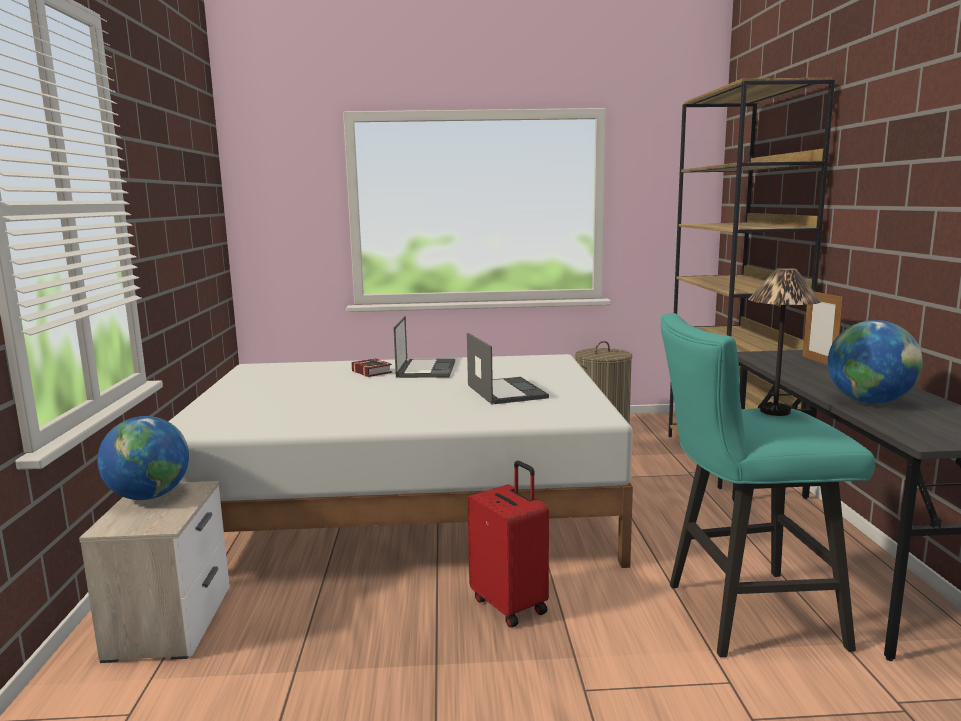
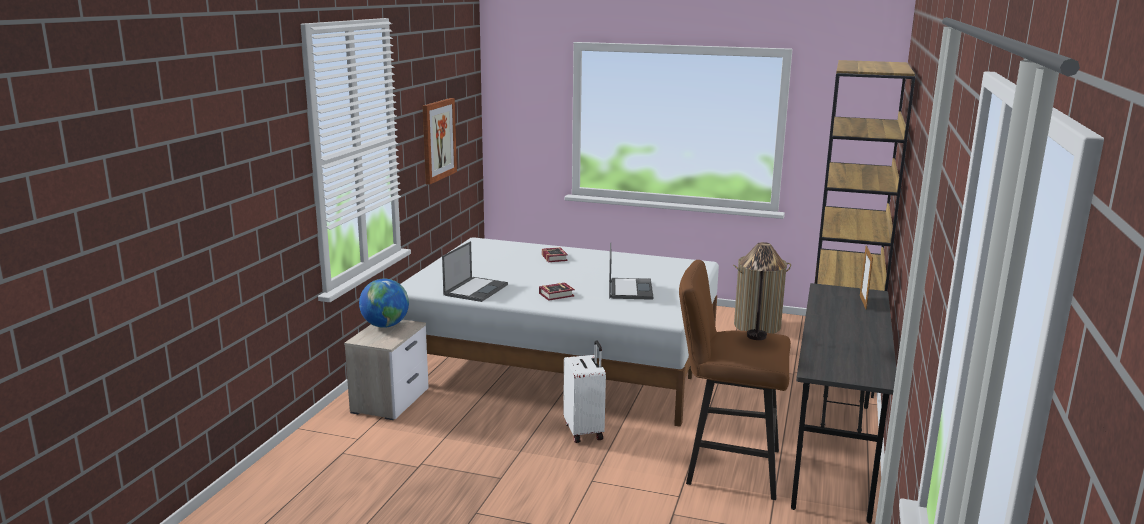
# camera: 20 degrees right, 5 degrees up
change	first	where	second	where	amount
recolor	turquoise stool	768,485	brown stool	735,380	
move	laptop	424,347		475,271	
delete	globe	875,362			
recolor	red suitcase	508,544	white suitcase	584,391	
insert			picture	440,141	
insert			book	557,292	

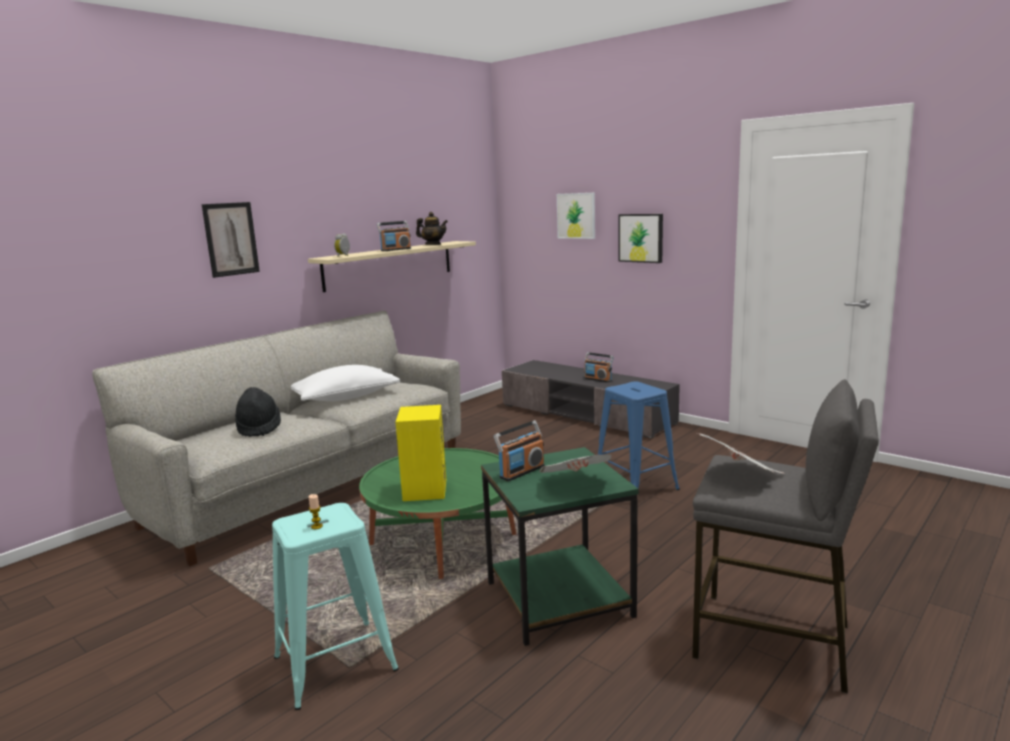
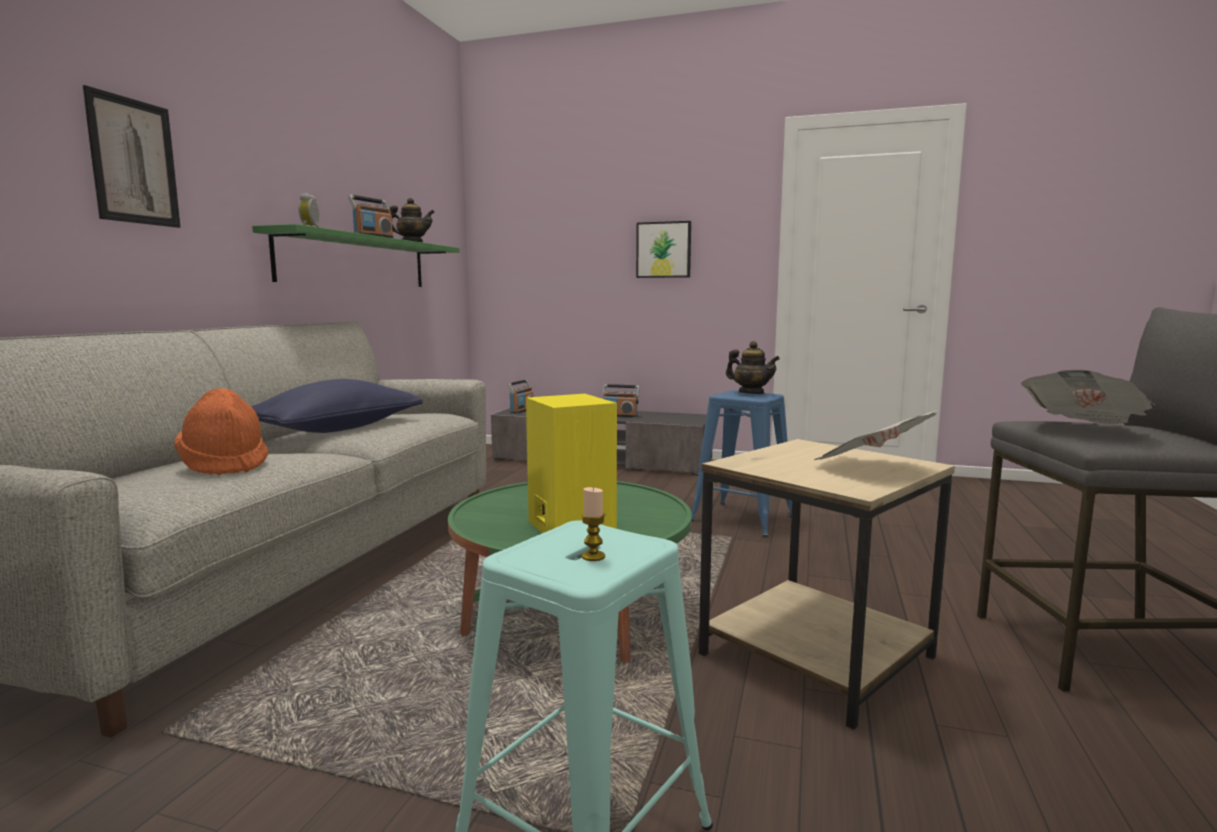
# camera: 25 degrees left, 5 degrees down
change	first	where	second	where	amount
delete	picture	576,216			
recolor	beige shelf	392,266	green shelf	356,255	
recolor	white pillow	345,383	blue pillow	337,406	
recolor	black hat	258,412	orange hat	221,431	
move	radio	519,450		520,396	
recolor	green side table	560,546	beige side table	827,584	
insert			teapot	753,367	

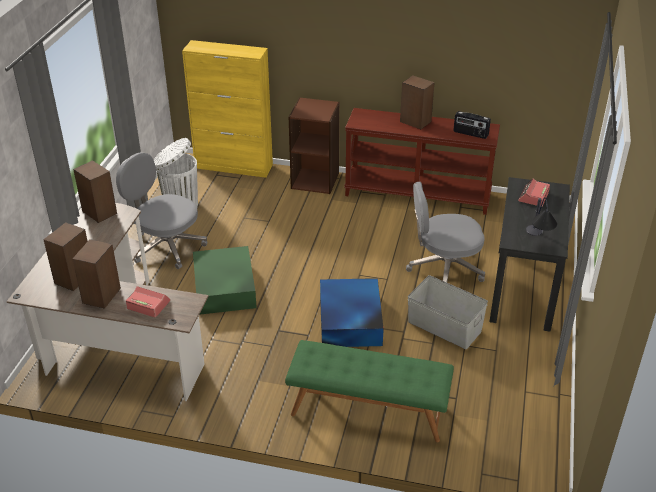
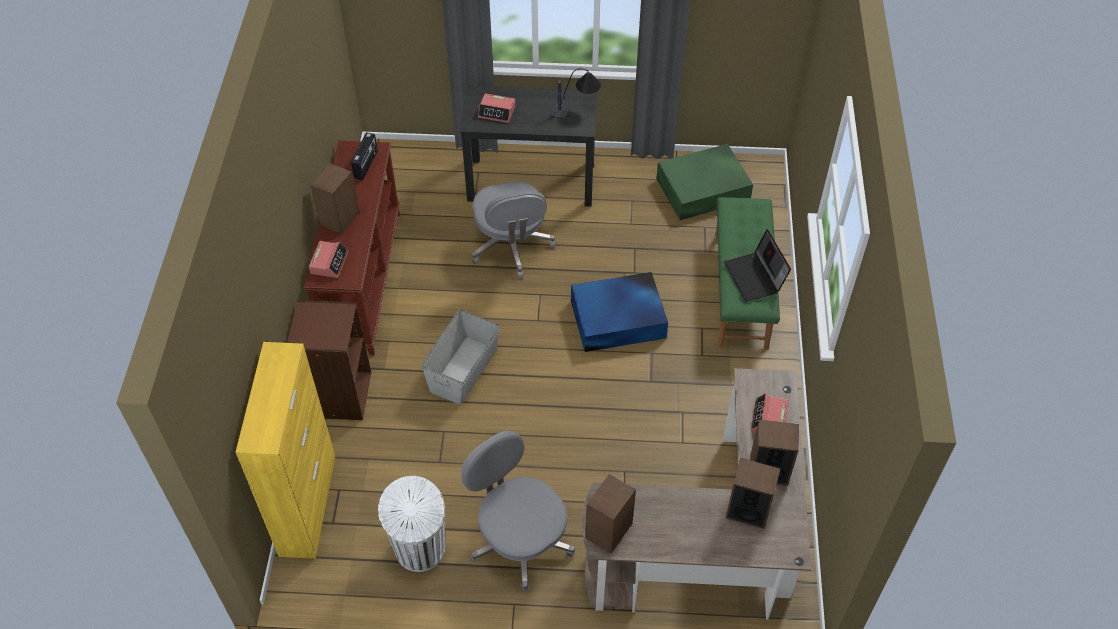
# camera: 100 degrees left, 15 degrees up
change	first	where	second	where	amount
rotate	grey office chair	161,210		518,511	120 degrees clockwise
move	green storage box	225,280		704,182	
move	grey storage box	448,312		460,357	
insert			laptop	757,265	
insert			alarm clock	329,259	

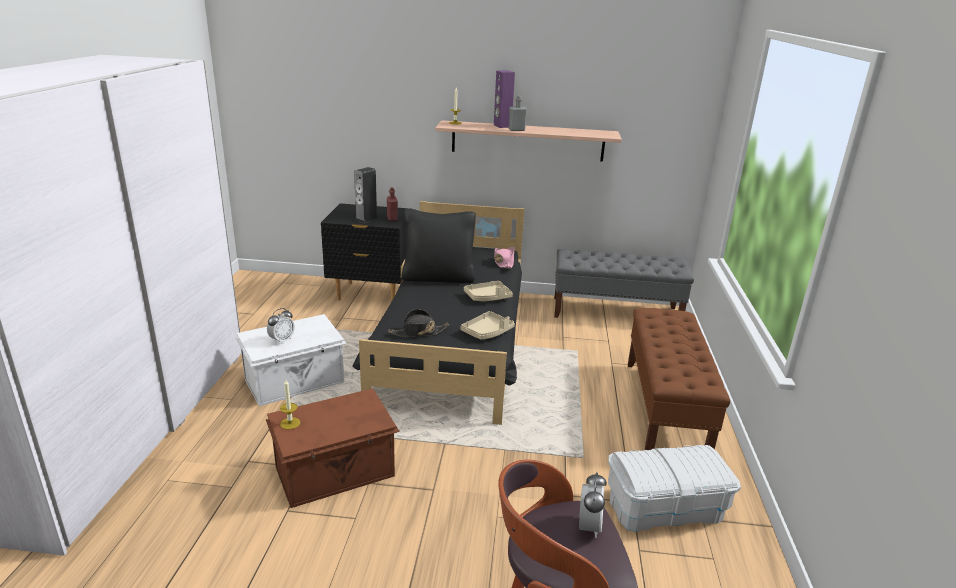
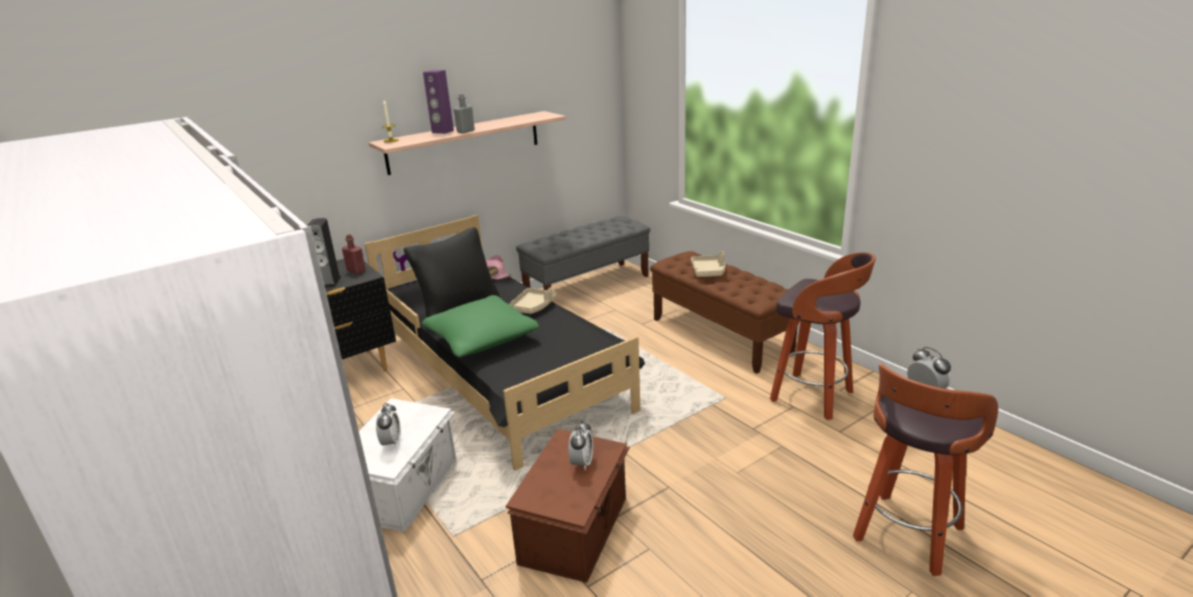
# camera: 40 degrees left, 0 degrees up
change	first	where	second	where	amount
delete	black hat	418,323			
move	beige tray	487,325		708,264	
delete	candle	290,405			
replace	white storage box	674,488	stool	823,336	
insert			green pillow	480,326	
insert			alarm clock	580,445	

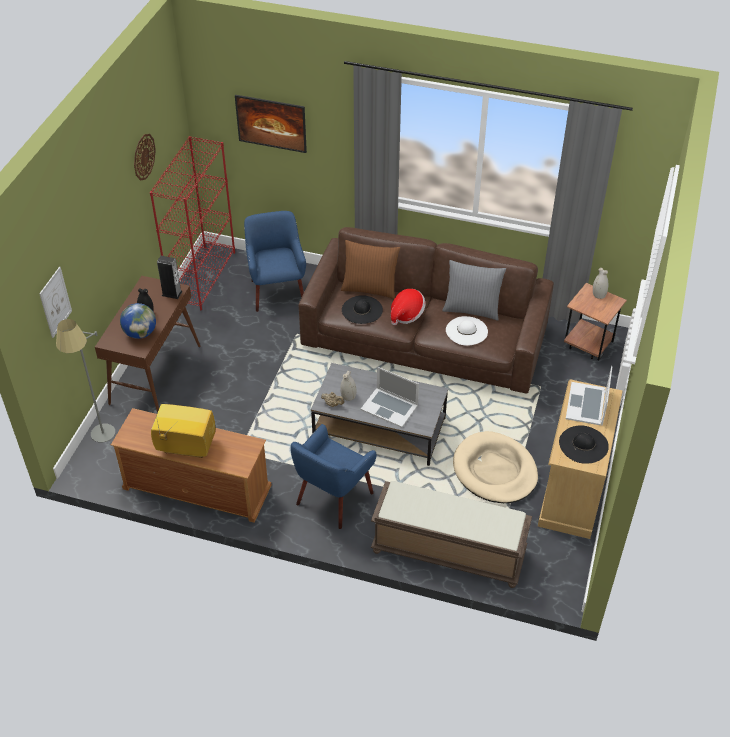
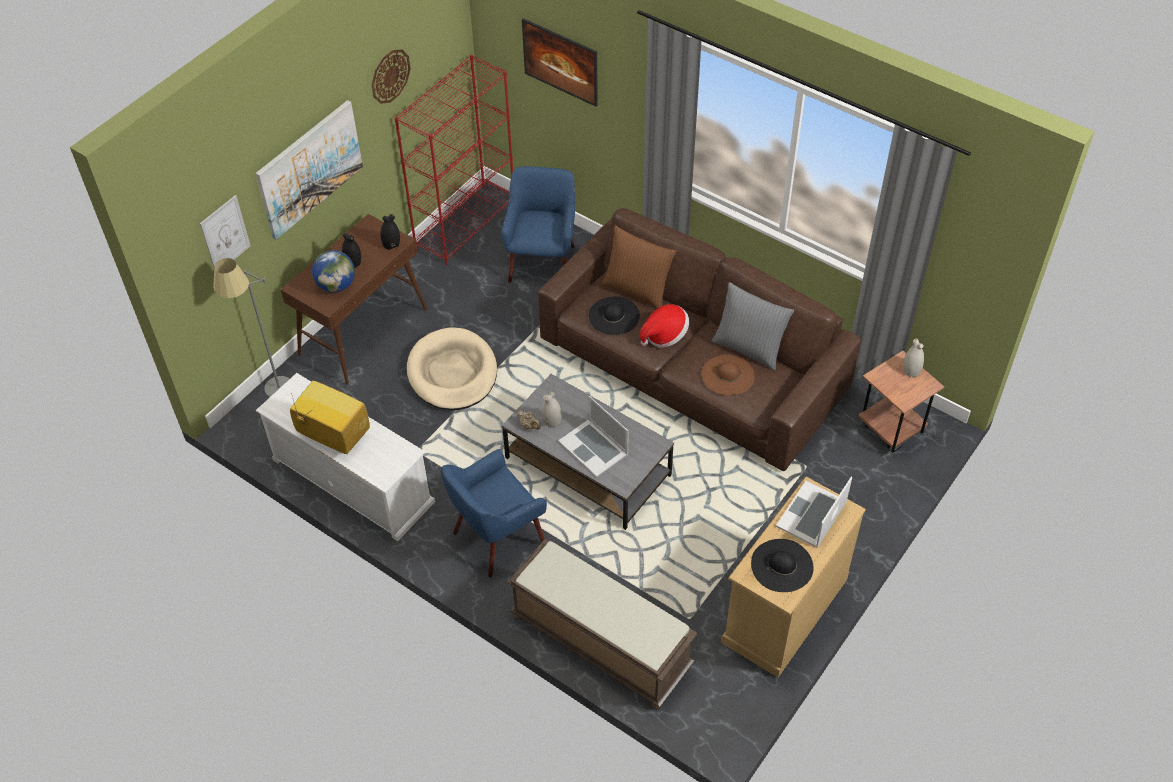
# camera: 20 degrees right, 5 degrees up
change	first	where	second	where	amount
replace	speaker	170,277	black vase	390,232	
recolor	white hat	467,331	brown hat	728,374	
recolor	brown tv stand	191,465	white tv stand	345,457	
move	beige dog bed	495,467		452,369	
insert			picture	309,170	

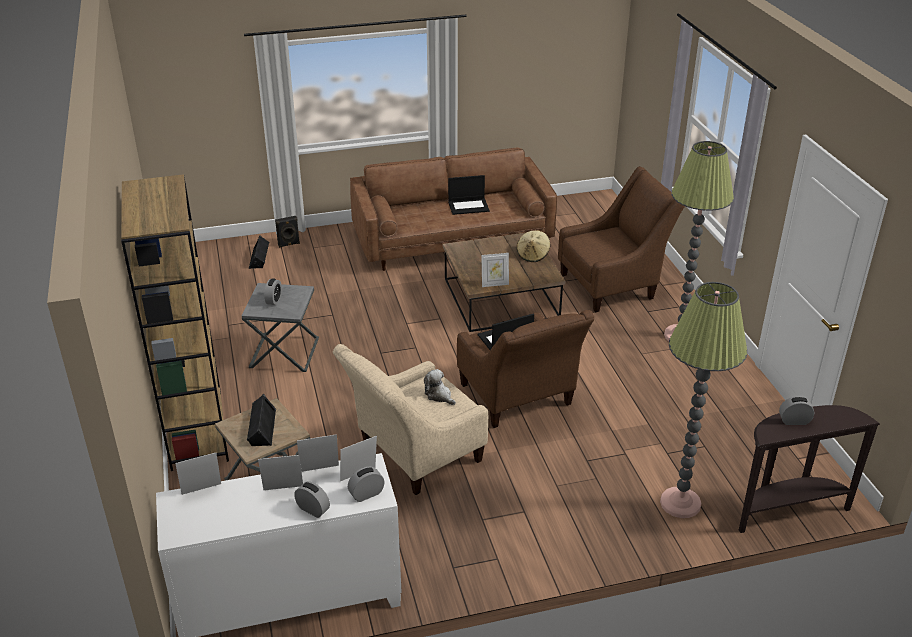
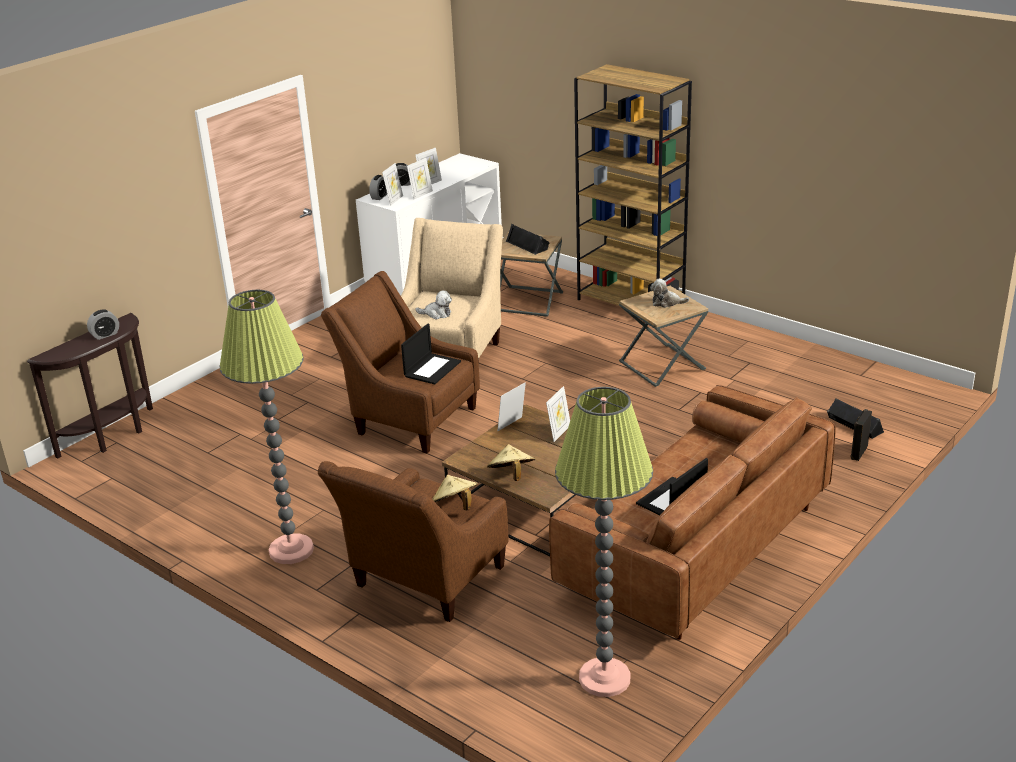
# camera: 145 degrees right, 5 degrees down
change	first	where	second	where	amount
replace	alarm clock	273,291	plush toy	669,293	
move	floor lamp	703,400		604,542	
recolor	grey side table	280,327	brown side table	663,336	
move	picture frame	198,474		558,414	
insert			beige hat	455,493	

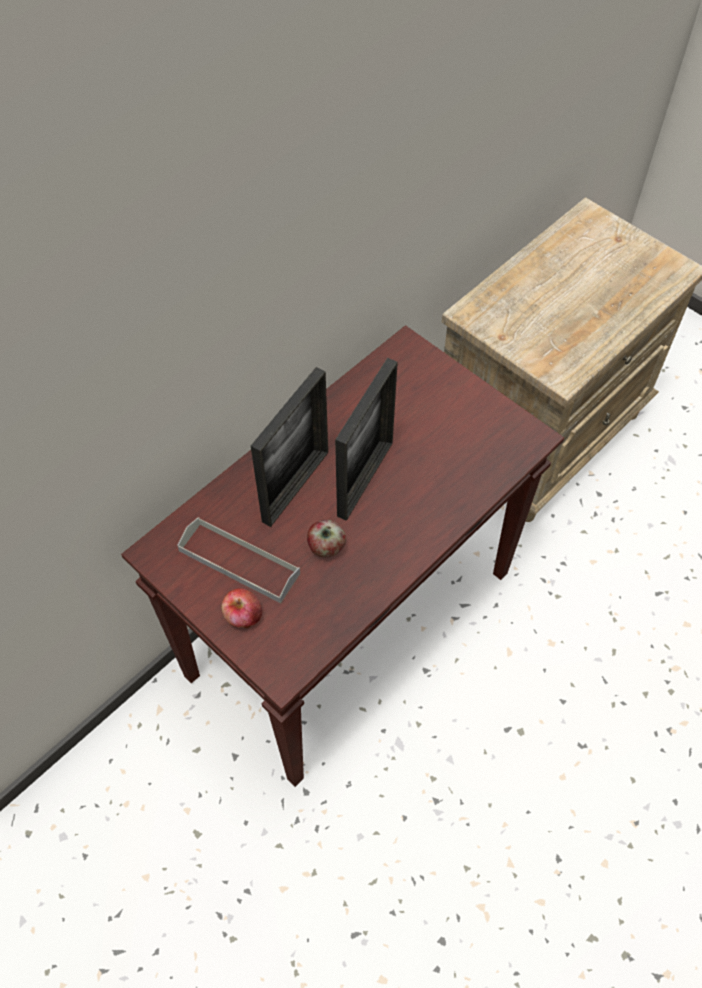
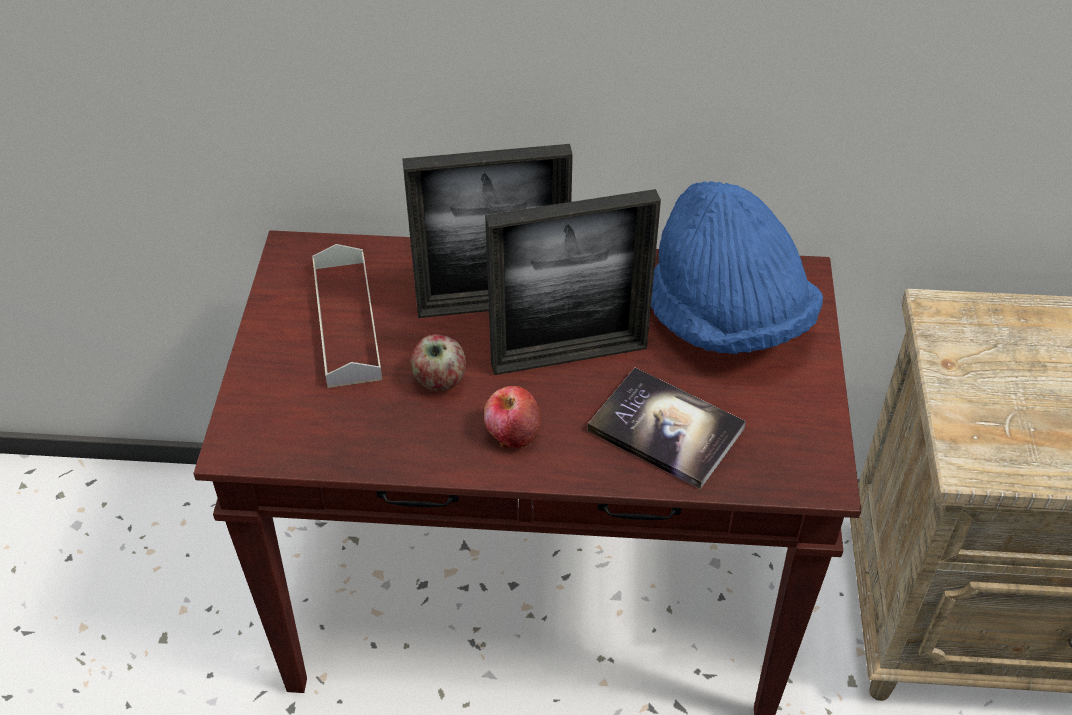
# camera: 50 degrees right, 10 degrees down
change	first	where	second	where	amount
move	apple	241,609		512,417	
insert			blue hat	737,267	
insert			book	666,428	

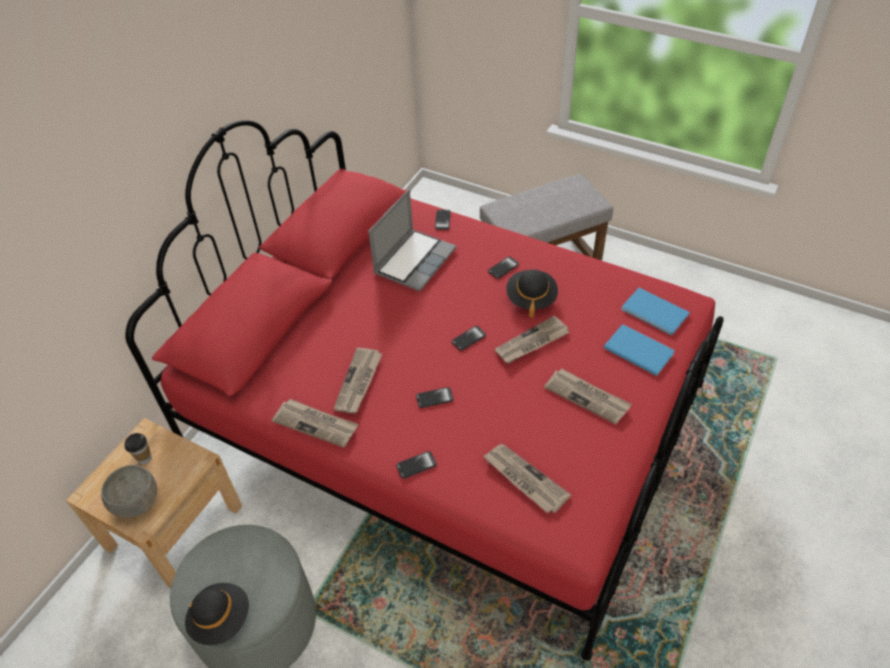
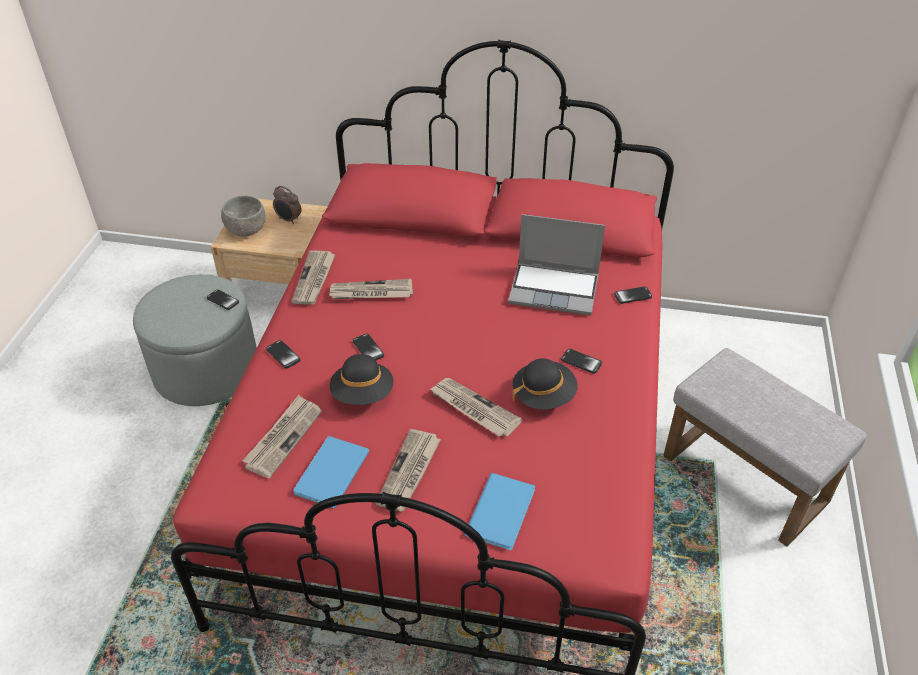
# camera: 70 degrees right, 5 degrees down
change	first	where	second	where	amount
move	blue book	656,311		331,472	
move	phone	469,338		223,300	
replace	cup	138,448	alarm clock	287,205	
move	black hat	217,614		362,379	

